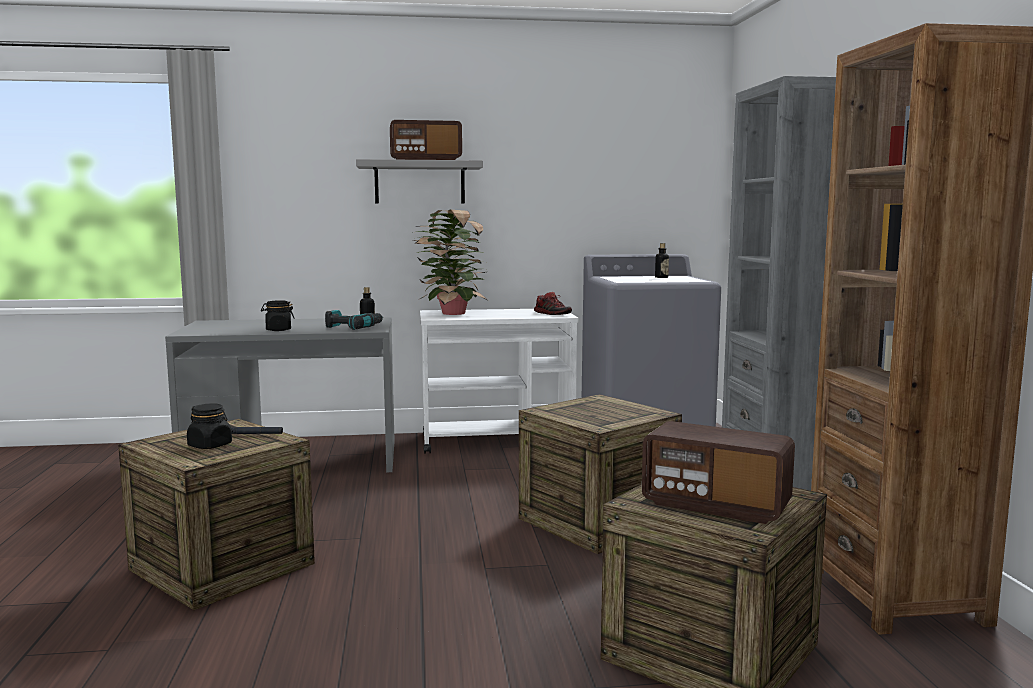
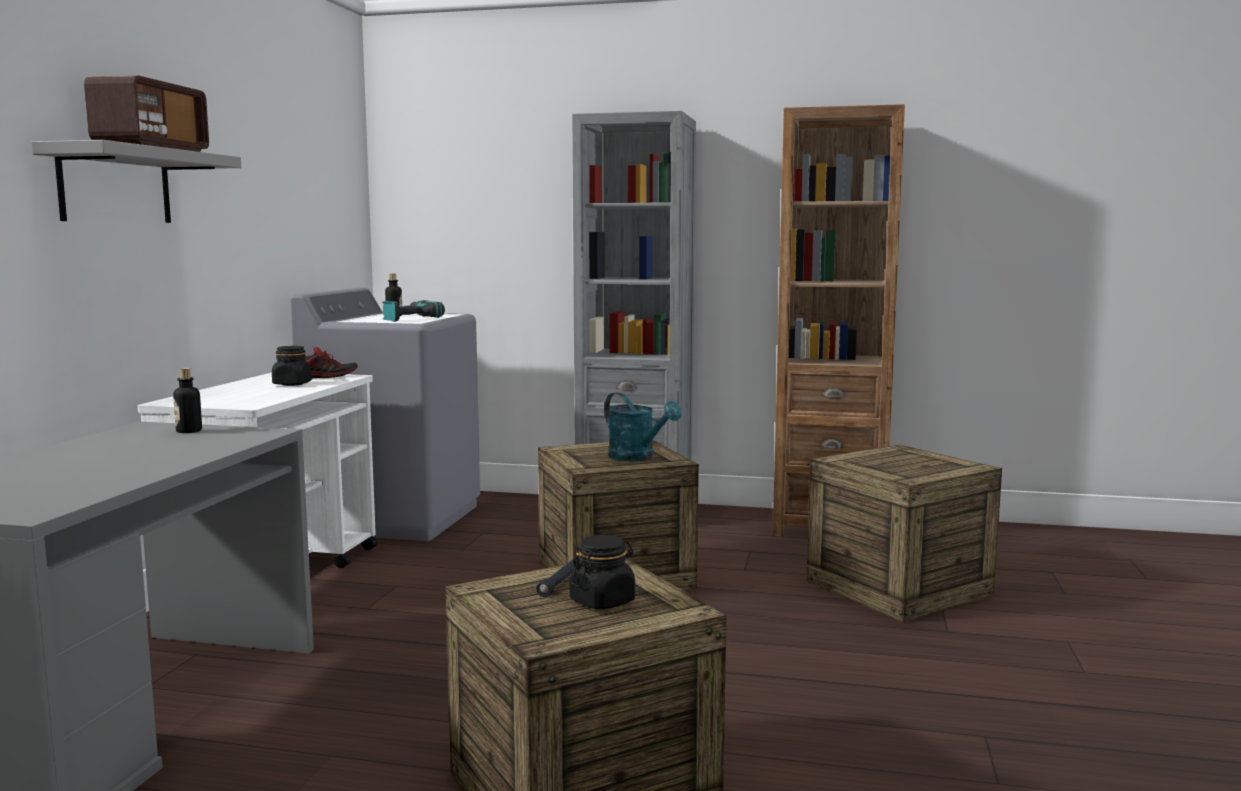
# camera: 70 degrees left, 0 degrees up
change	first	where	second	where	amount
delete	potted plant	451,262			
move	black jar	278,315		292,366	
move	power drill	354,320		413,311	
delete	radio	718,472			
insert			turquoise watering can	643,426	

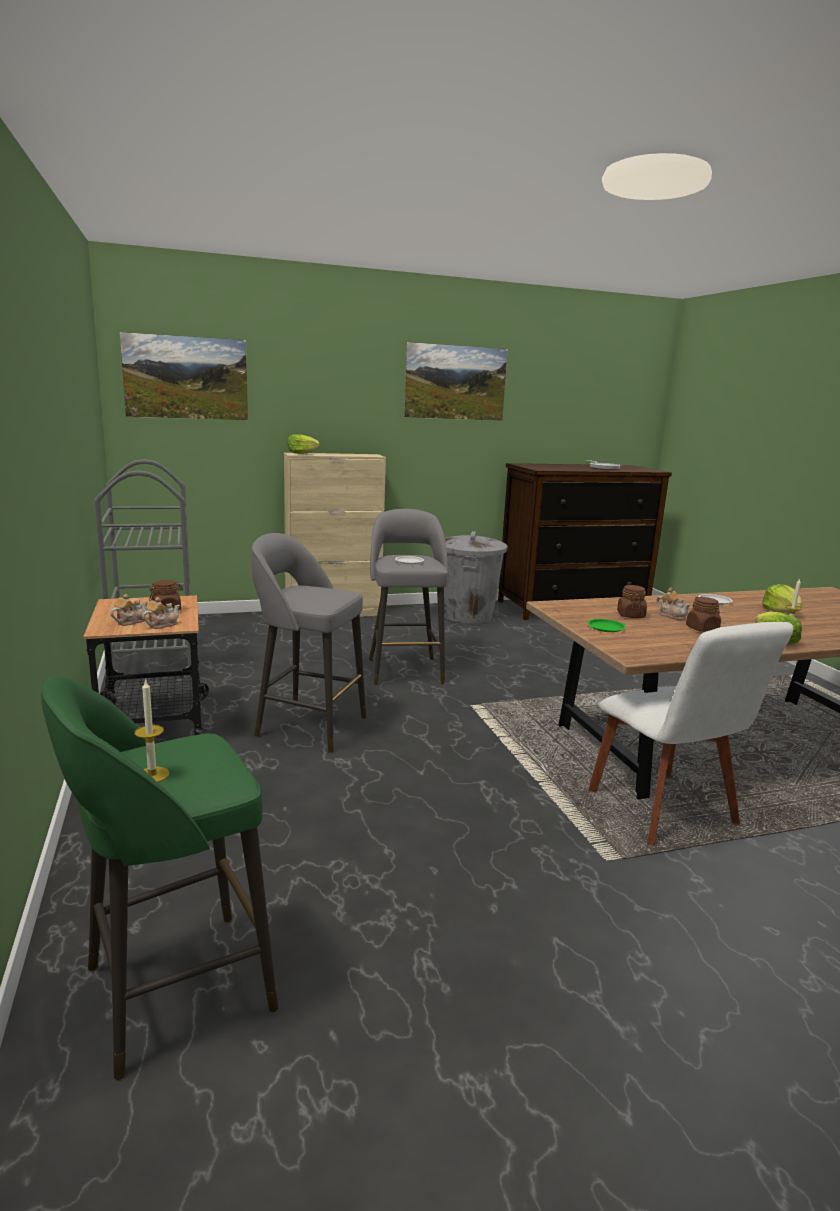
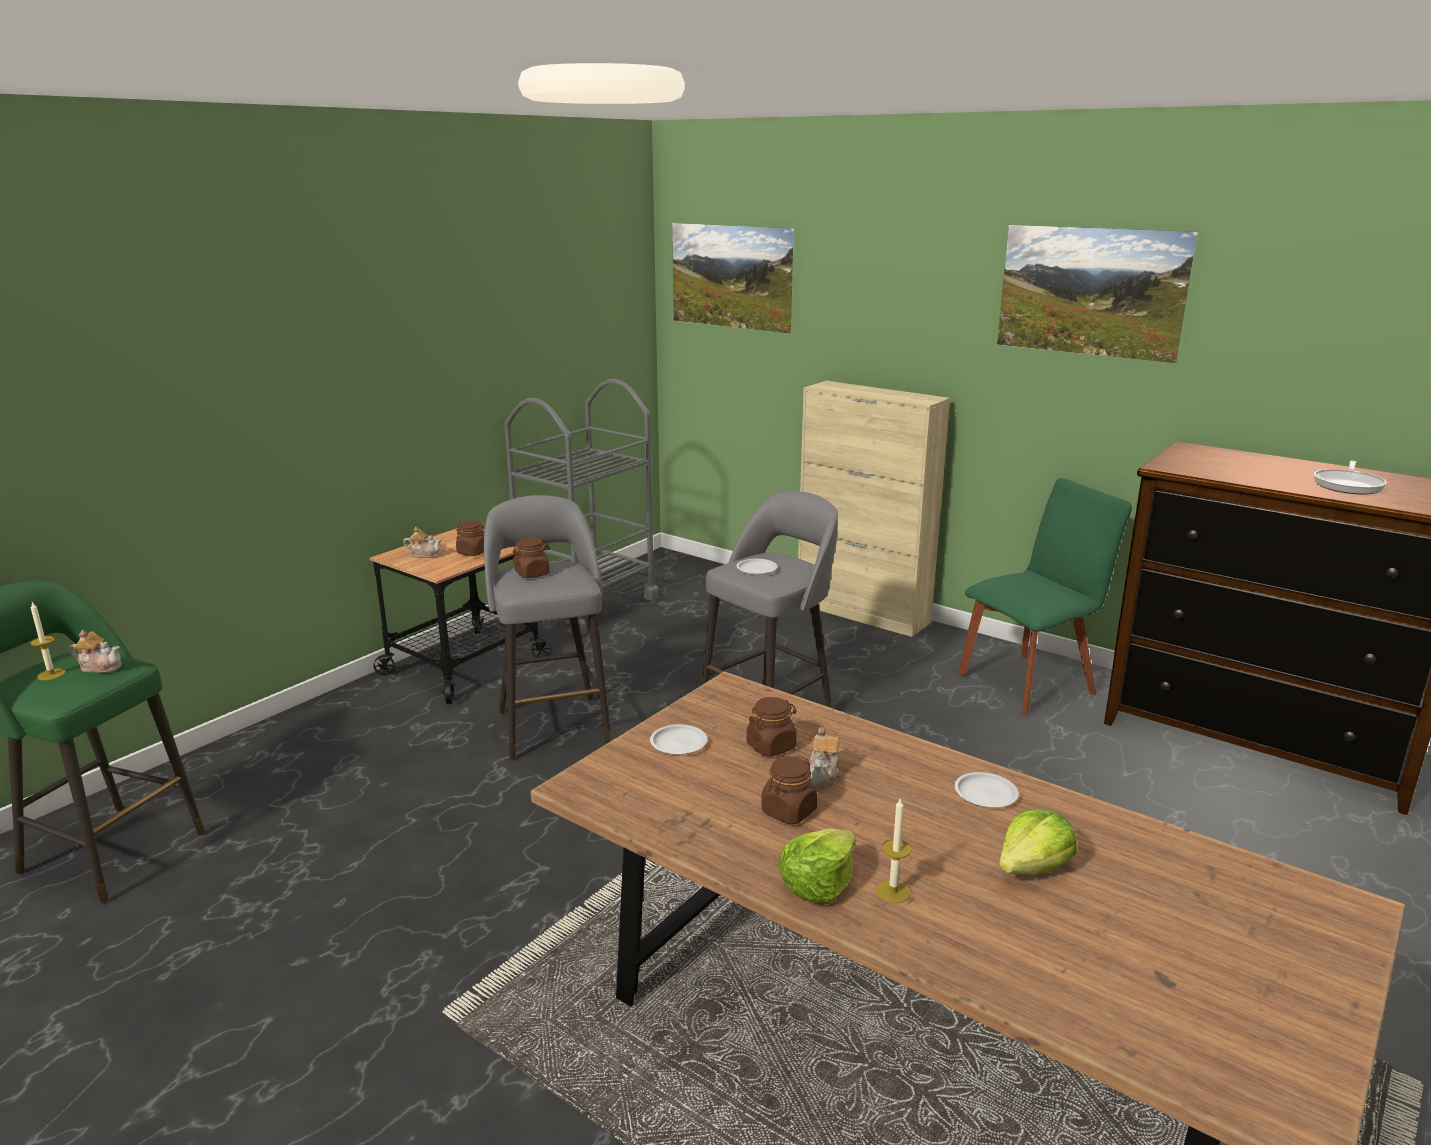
# camera: 55 degrees right, 5 degrees up
change	first	where	second	where	amount
delete	lettuce	304,444			
replace	grey trash can	476,577	green chair	1045,596	
move	teapot	161,613		95,651	
recolor	green plate	607,625	white plate	678,739	
delete	white chair	690,734			
insert			brown jar	531,558	

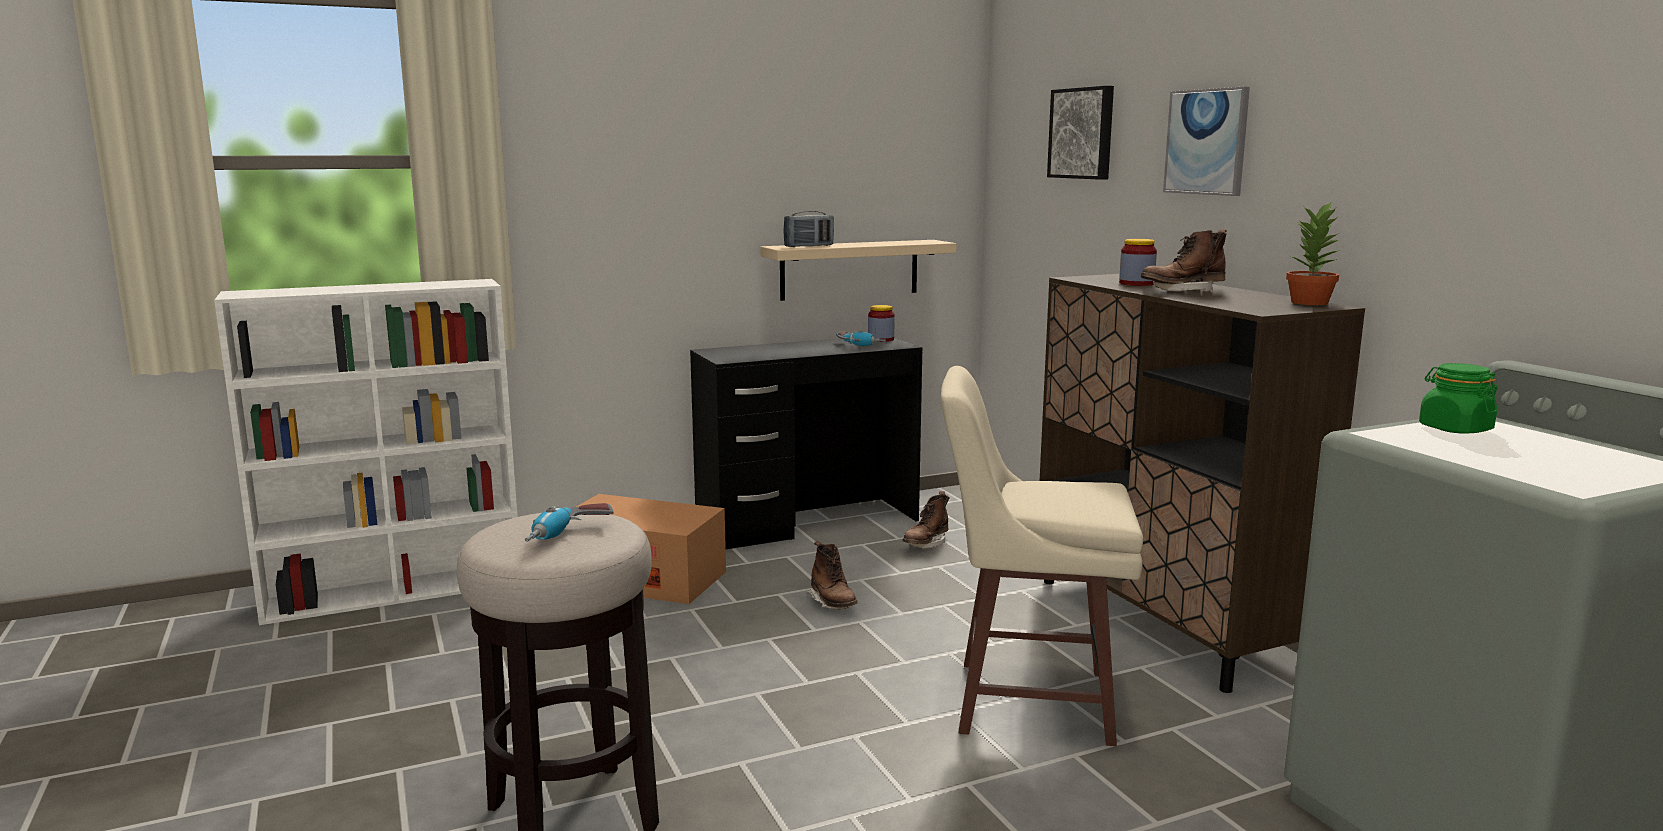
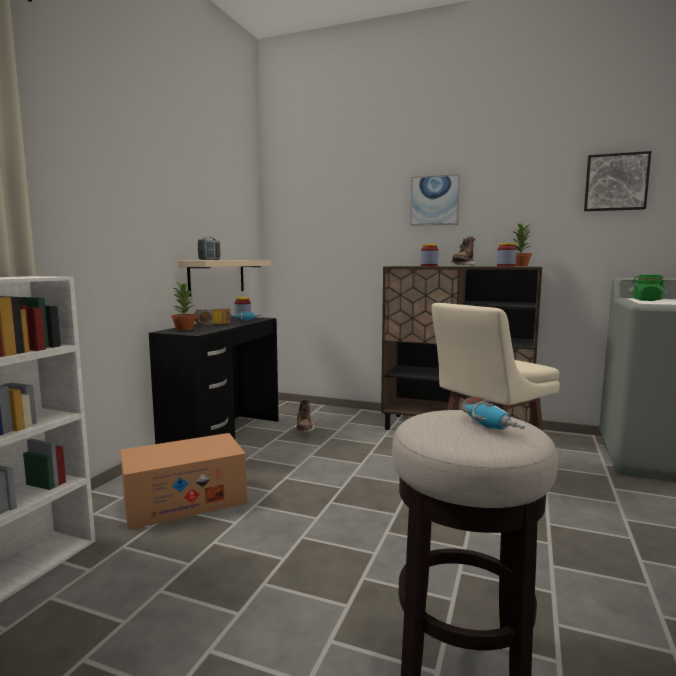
# camera: 45 degrees left, 5 degrees down
change	first	where	second	where	amount
move	picture	1080,133		617,181	
delete	brown boot	832,575			
insert			jar	506,255	
insert			potted plant	183,305	
insert			radio	212,316	

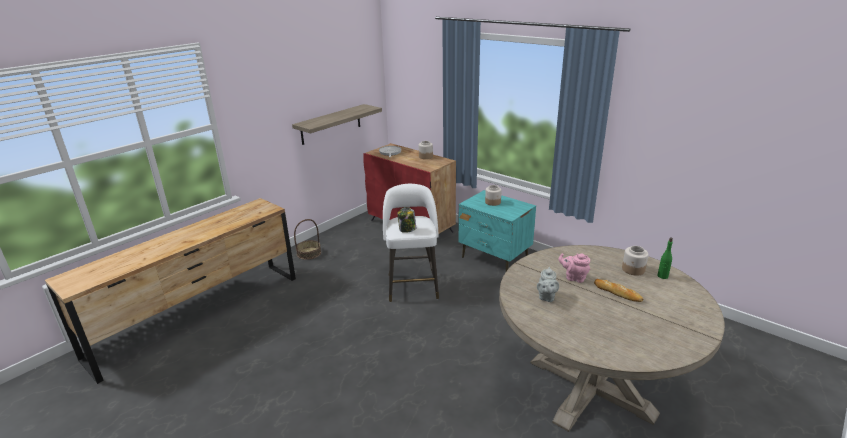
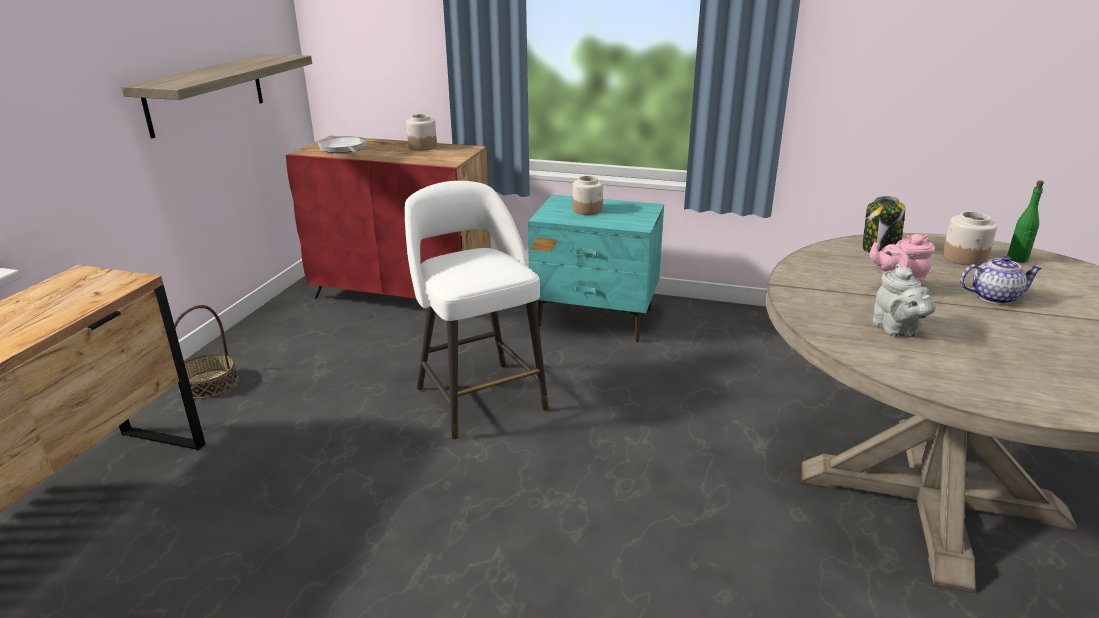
# camera: 25 degrees left, 0 degrees up
change	first	where	second	where	amount
move	jar	407,220		883,224	
replace	bread	619,290	teapot	1001,280	

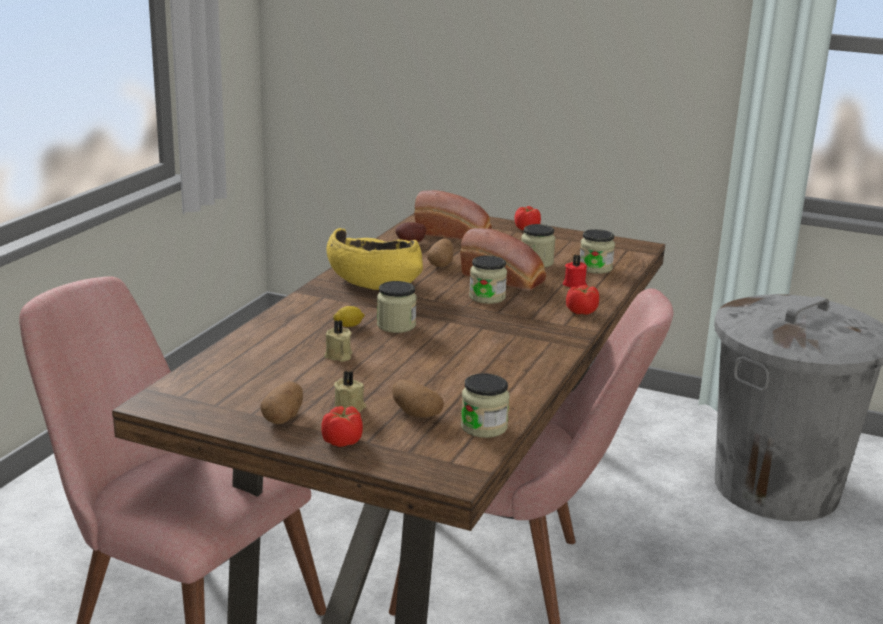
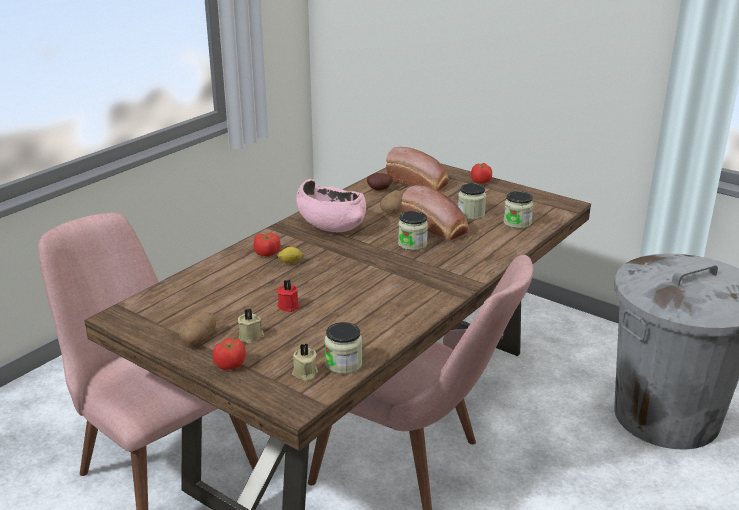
# camera: 15 degrees right, 5 degrees up
change	first	where	second	where	amount
recolor	yellow bowl	374,259	pink bowl	331,205	
move	red candle	575,271		288,296	
delete	jar	397,307			
move	tomato	582,300		267,244	
move	beige candle	338,341		305,362	
delete	potato	418,398			

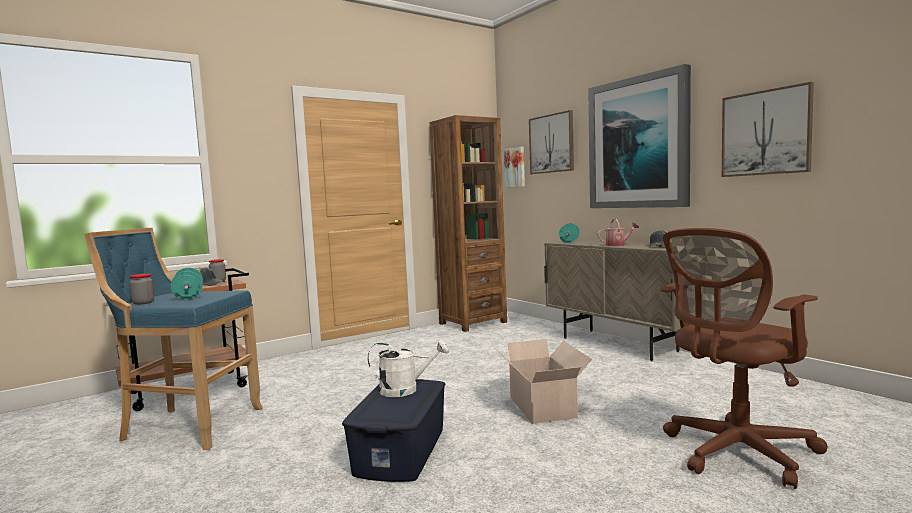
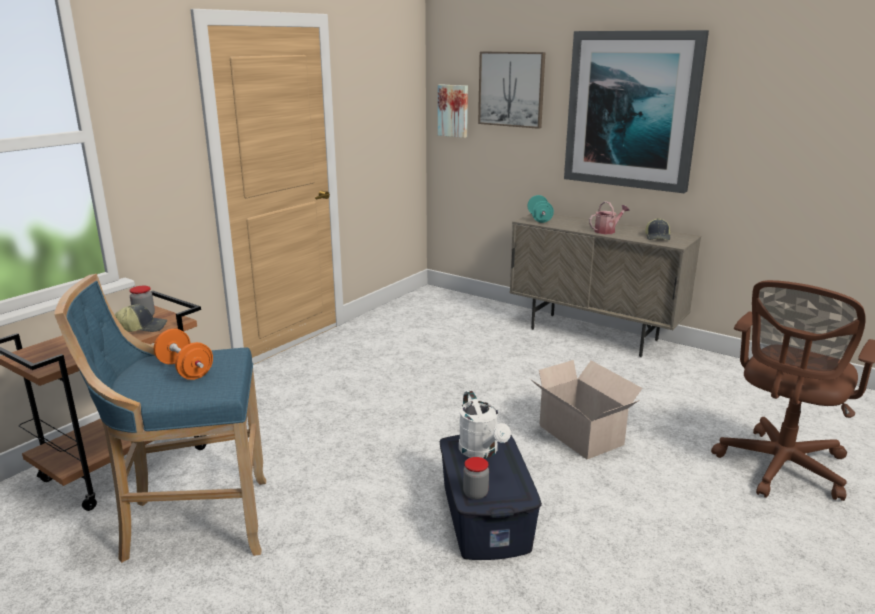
# camera: 20 degrees left, 15 degrees up
change	first	where	second	where	amount
delete	picture	768,129			
delete	brown bookcase	468,223			
recolor	turquoise dumbbell	187,284	orange dumbbell	183,354	
move	jar	141,289		476,478	
rotate	white watering can	408,368		485,425	90 degrees clockwise

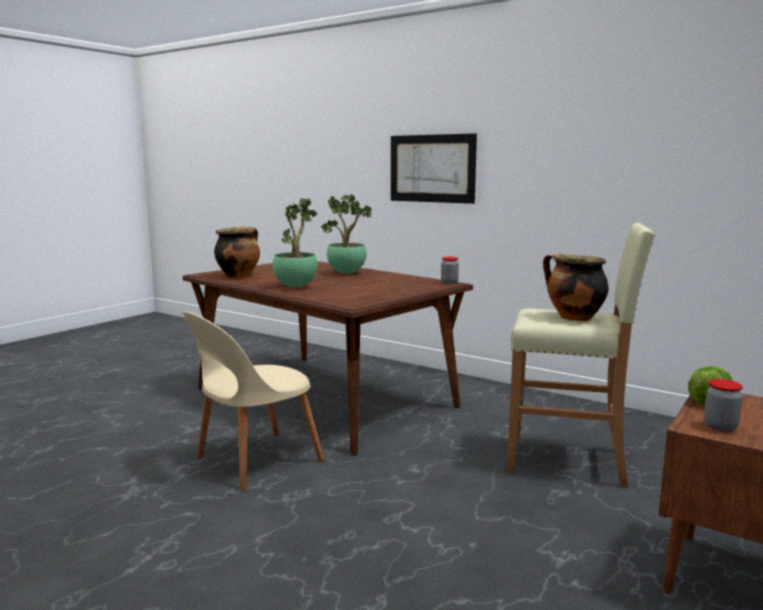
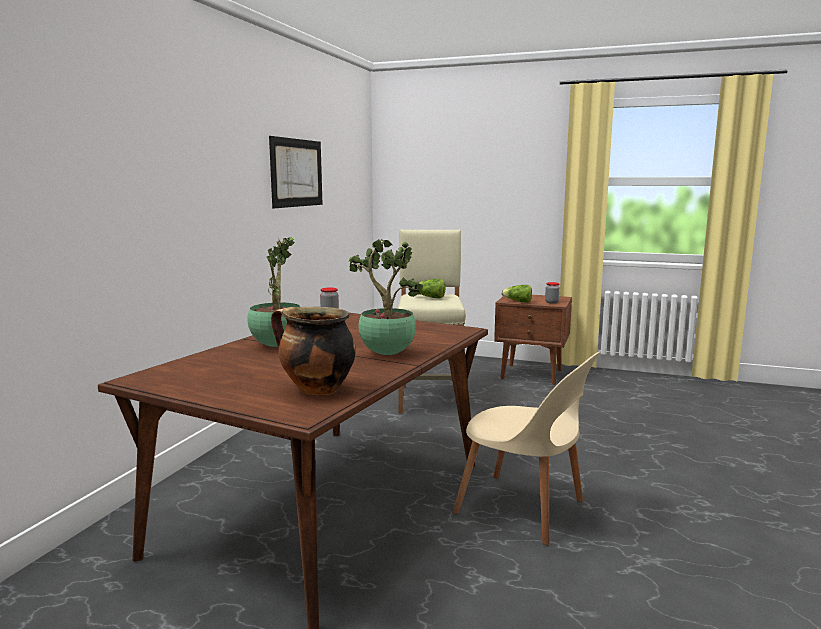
# camera: 105 degrees left, 0 degrees up
change	first	where	second	where	amount
move	picture	434,168		296,172	
replace	cooking pot	576,287	lettuce	428,289	

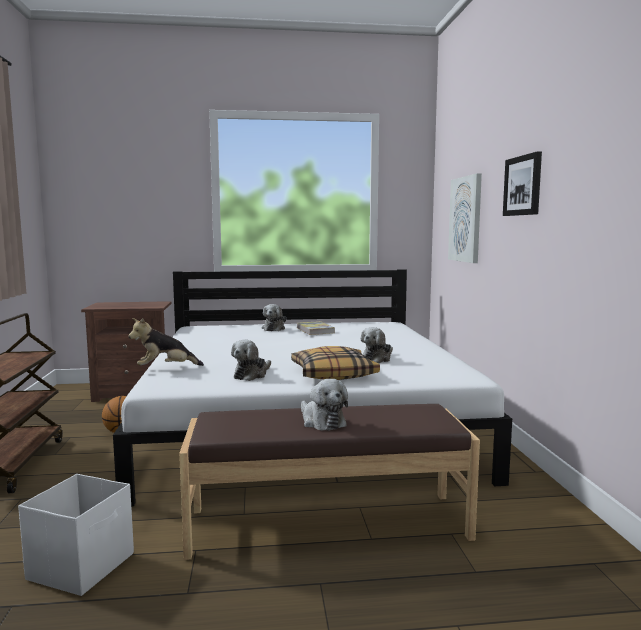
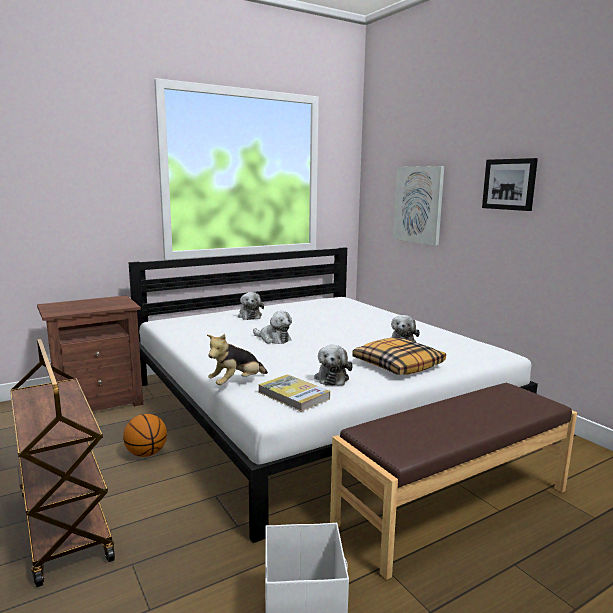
# camera: 25 degrees left, 5 degrees up
change	first	where	second	where	amount
move	book	316,328		294,393	
move	plush toy	324,405		272,327	

